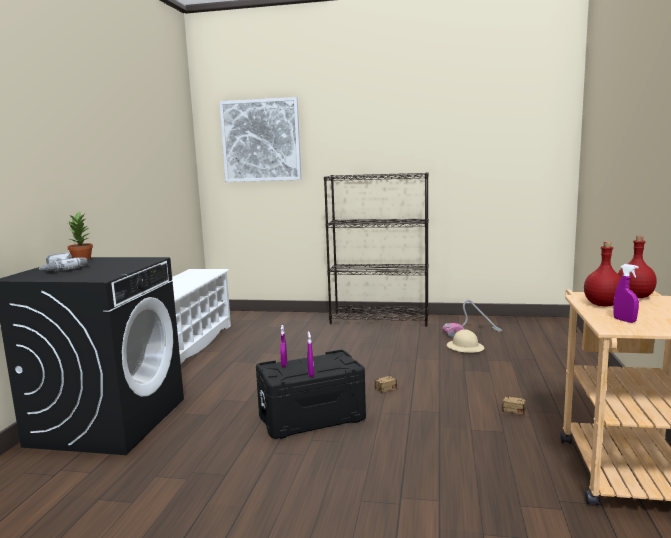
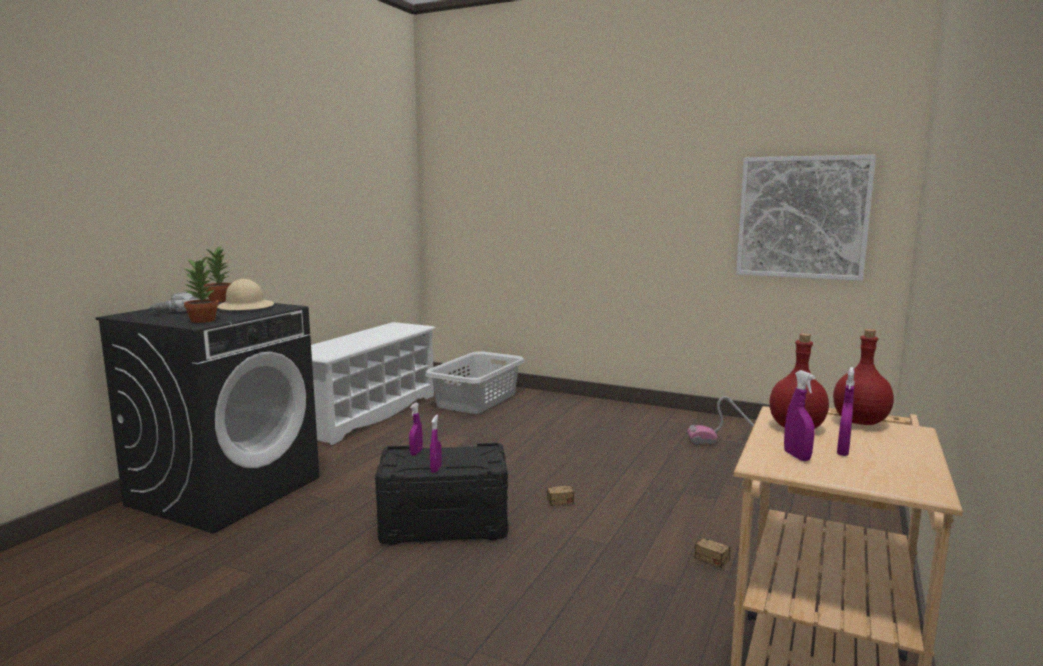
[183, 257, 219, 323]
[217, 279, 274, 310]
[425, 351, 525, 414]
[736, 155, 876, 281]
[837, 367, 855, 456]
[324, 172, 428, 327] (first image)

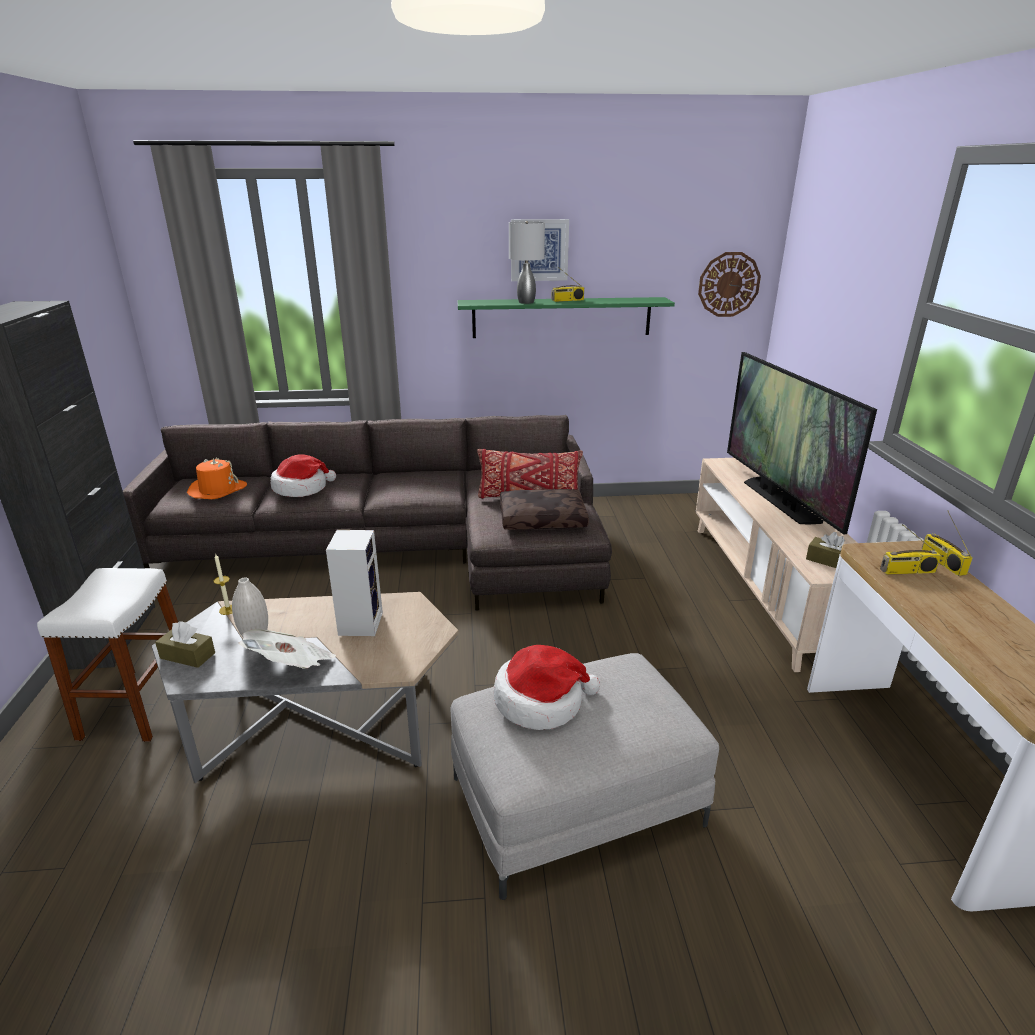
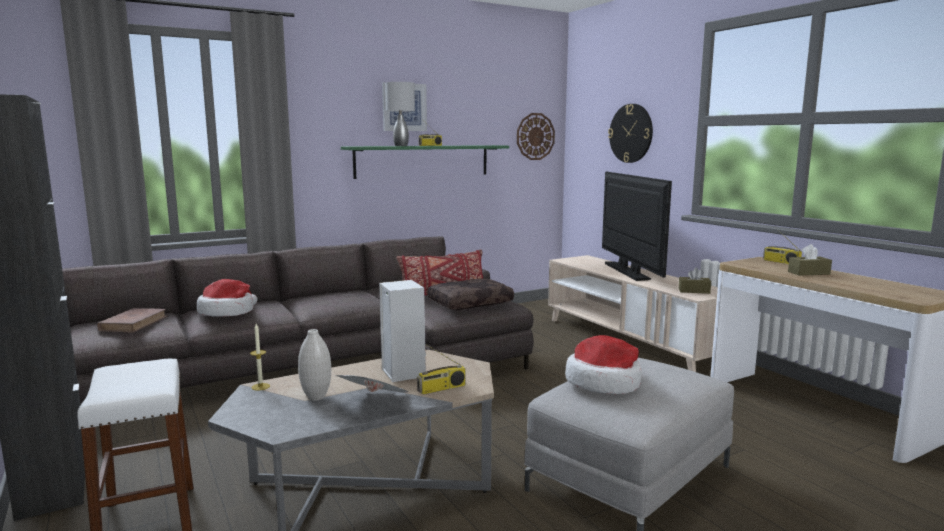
[97, 308, 168, 333]
[417, 344, 465, 395]
[602, 172, 672, 281]
[608, 104, 653, 163]
[788, 244, 832, 276]

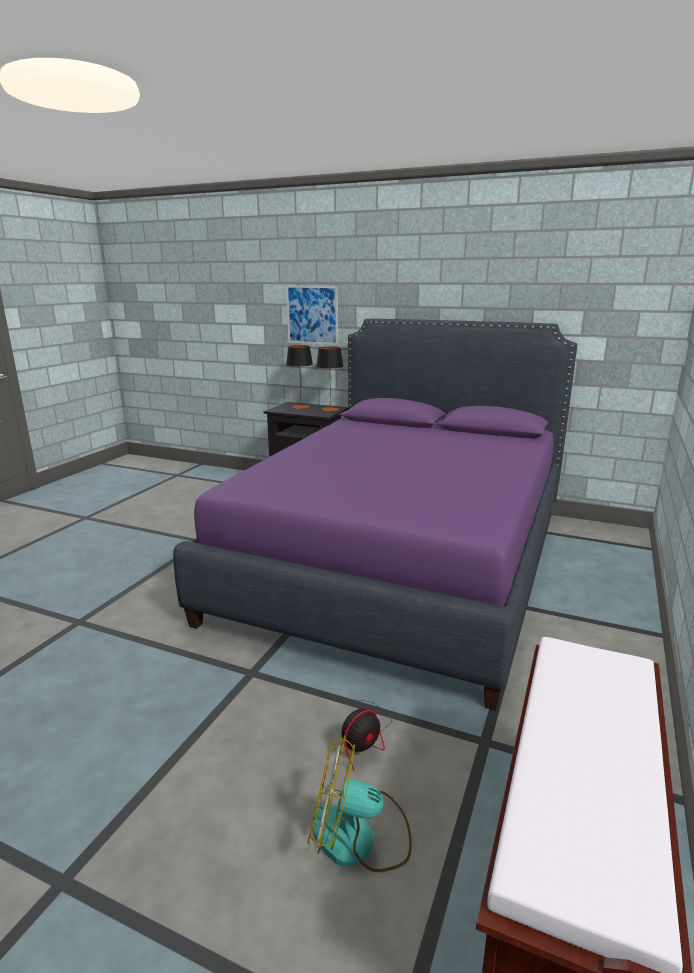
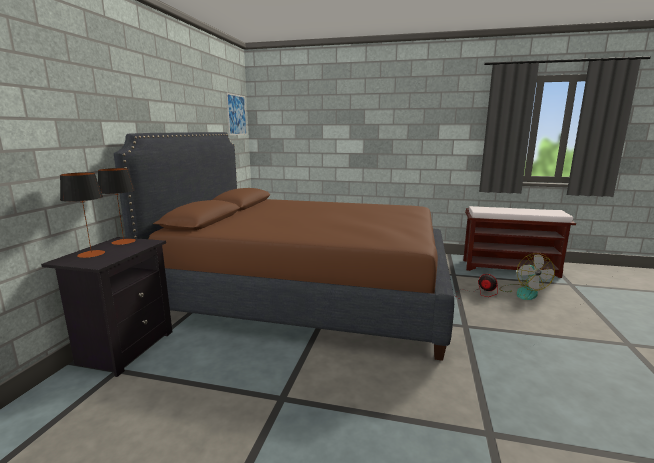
[114, 132, 454, 361]
[226, 93, 247, 135]

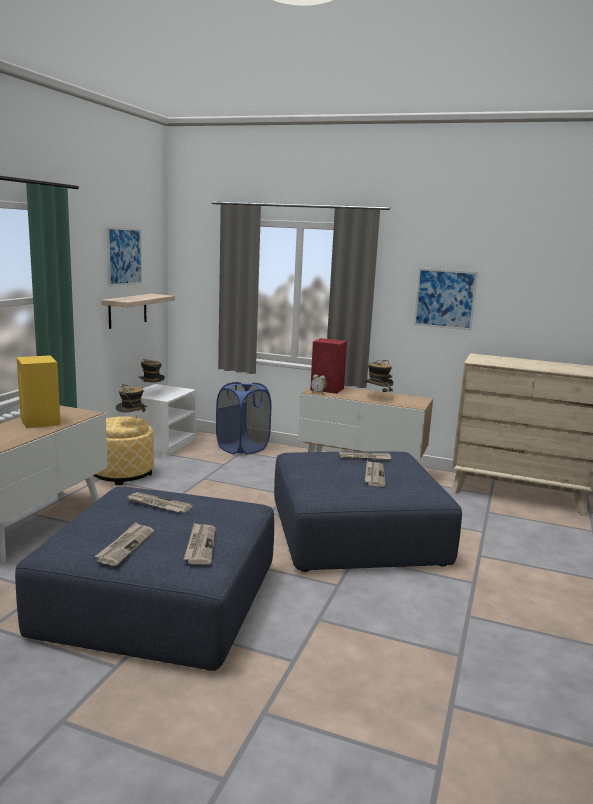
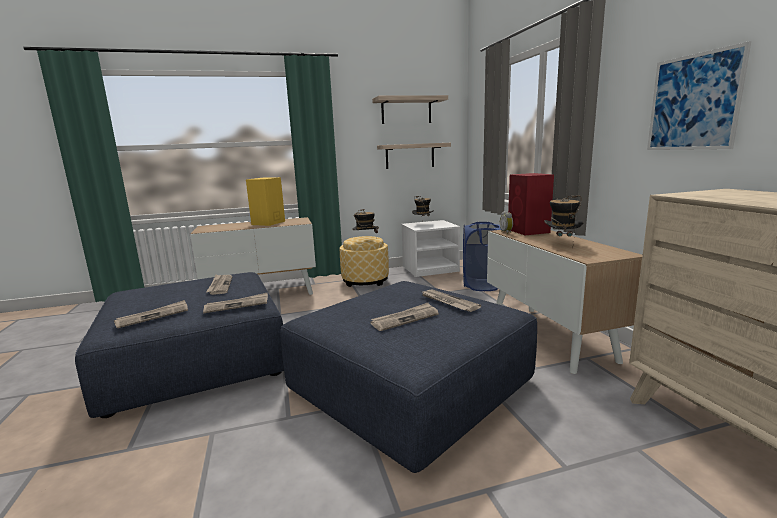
[203, 293, 268, 313]
[372, 95, 448, 124]

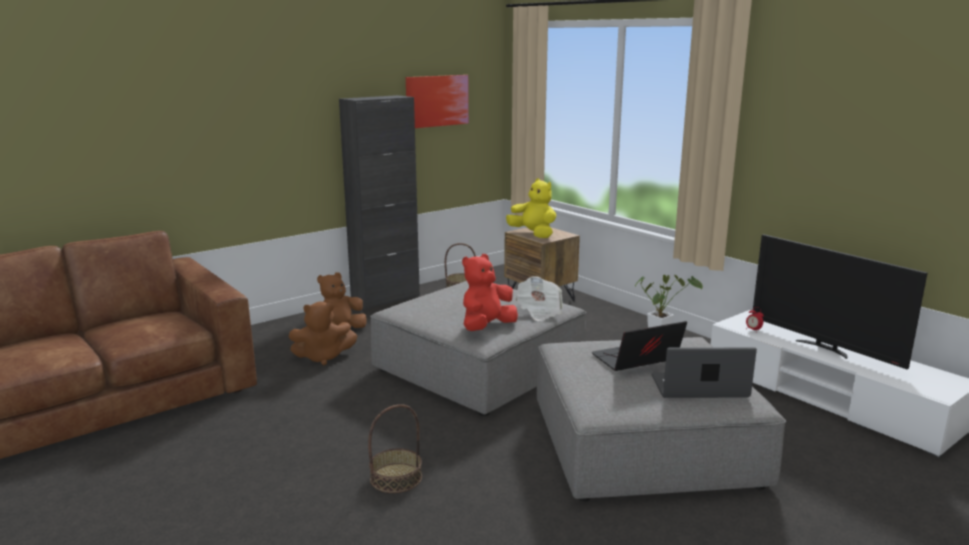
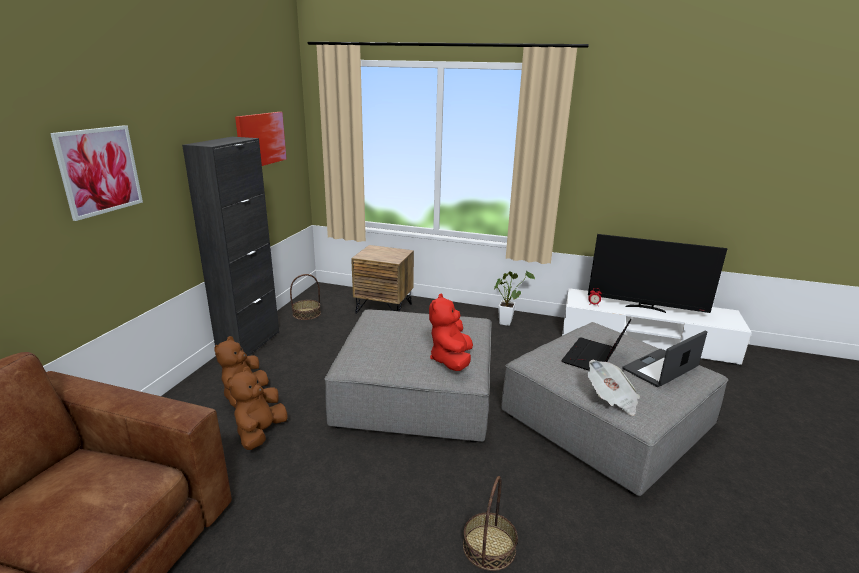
[50, 125, 143, 221]
[227, 367, 288, 450]
[587, 360, 640, 416]
[506, 178, 556, 238] (first image)

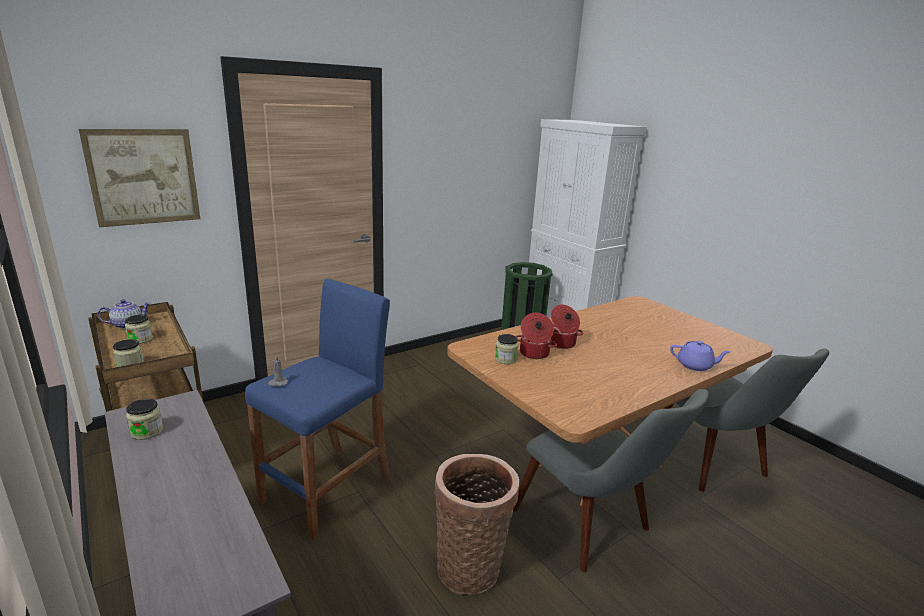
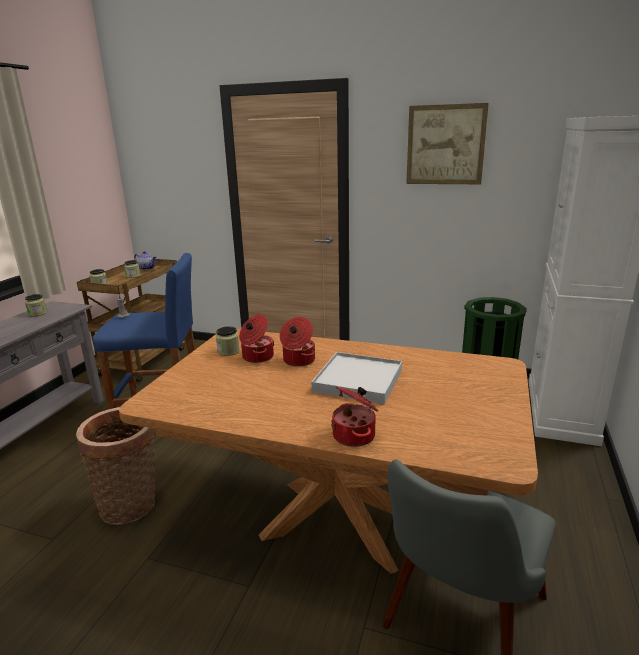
[311, 352, 402, 404]
[331, 387, 378, 447]
[406, 103, 489, 184]
[513, 389, 709, 572] (first image)

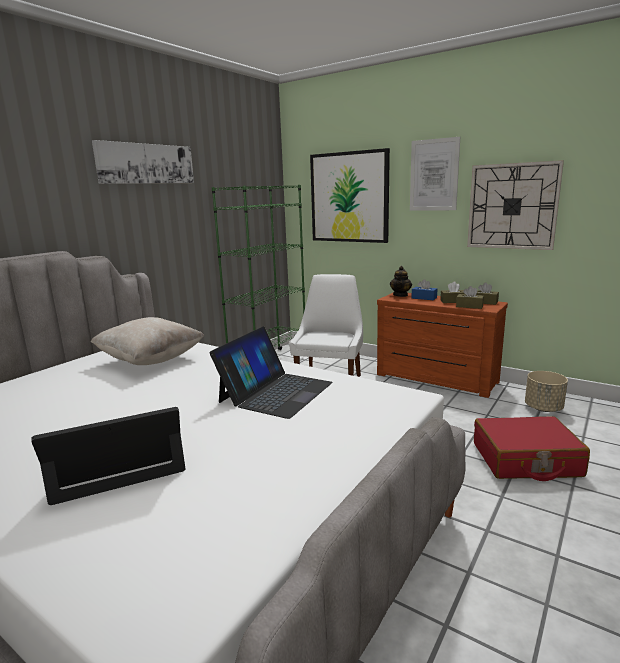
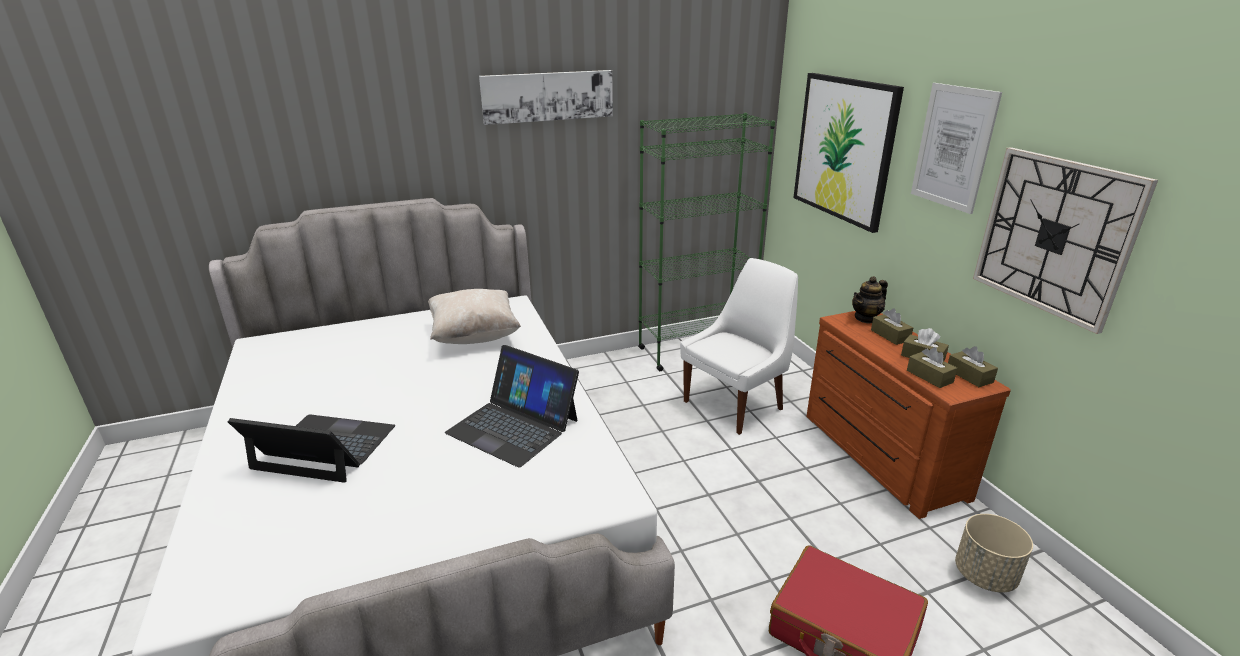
[445, 345, 579, 468]
[871, 309, 913, 345]

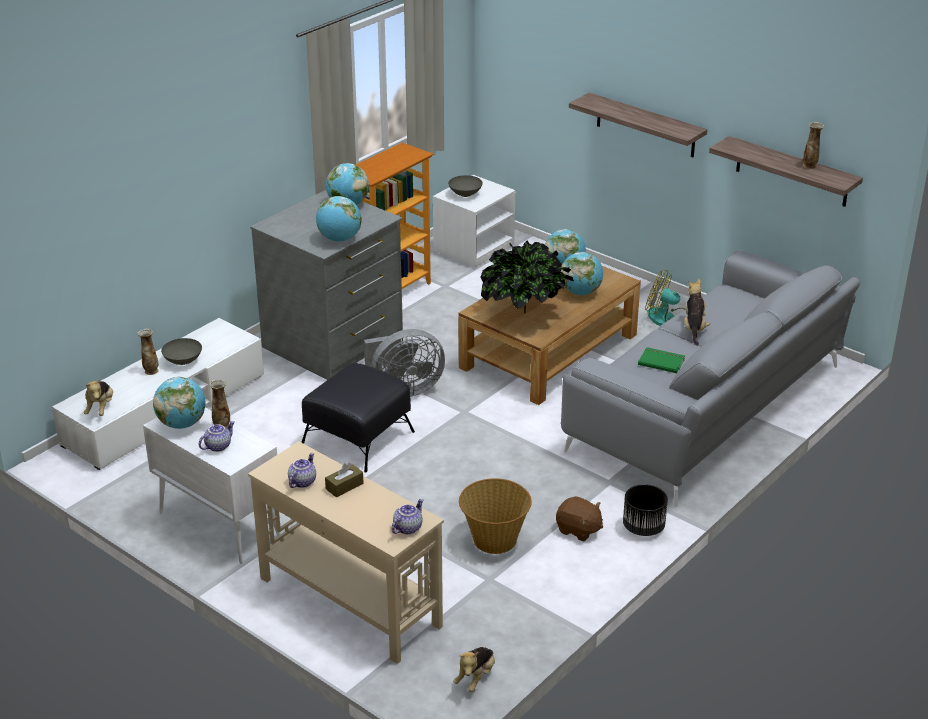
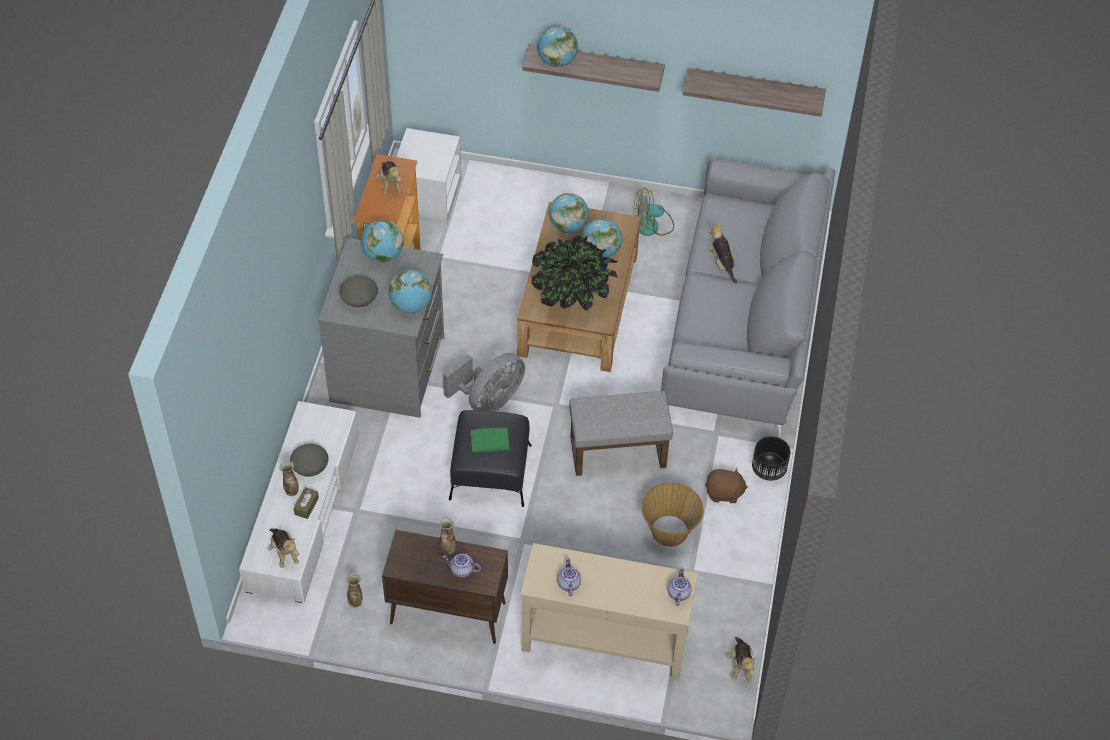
[294, 487, 319, 519]
[339, 276, 378, 307]
[346, 573, 363, 608]
[376, 161, 402, 194]
[382, 530, 508, 644]
[443, 553, 481, 578]
[470, 427, 509, 453]
[537, 26, 578, 67]
[569, 391, 673, 476]

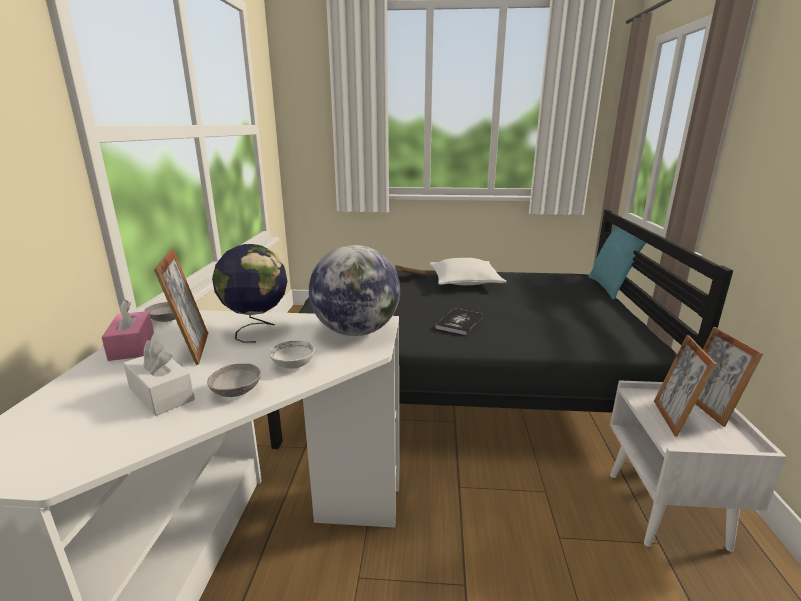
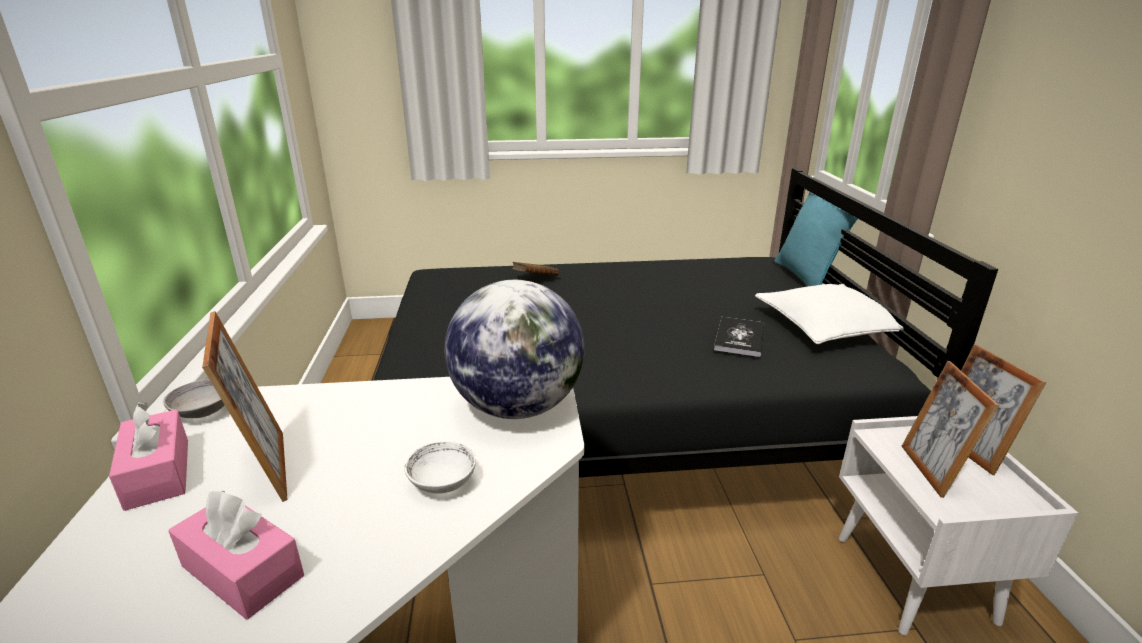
[168, 491, 304, 620]
[714, 317, 764, 357]
[755, 284, 904, 344]
[207, 363, 261, 397] (first image)
[212, 244, 287, 343] (first image)

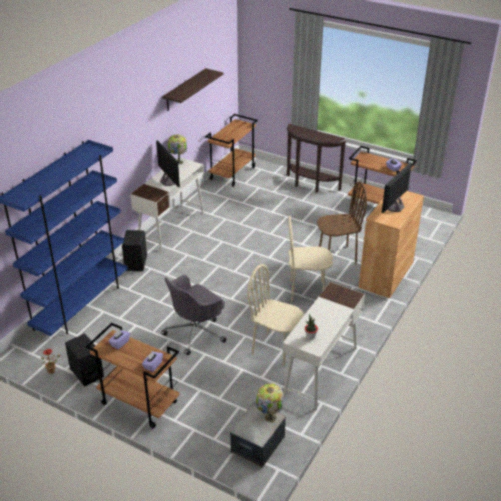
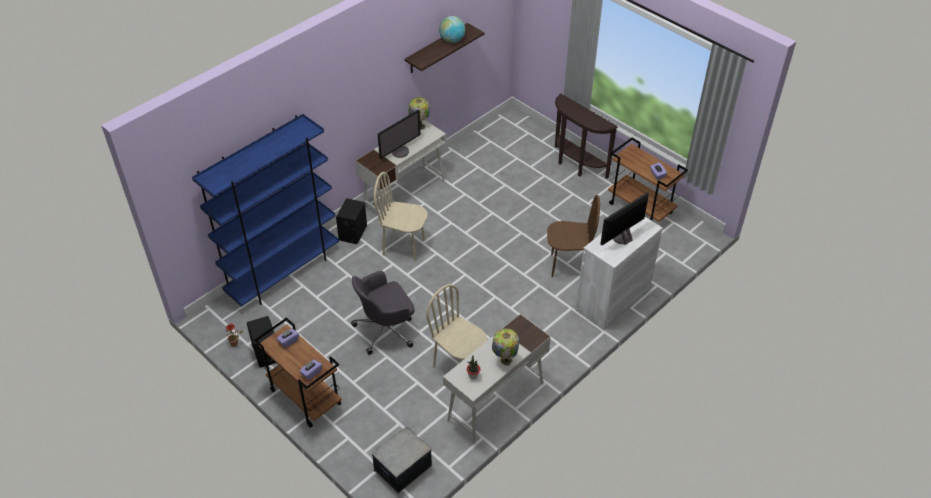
[374, 172, 428, 261]
[378, 110, 421, 159]
[439, 16, 465, 43]
[492, 328, 519, 366]
[576, 217, 663, 330]
[205, 114, 258, 187] (first image)

